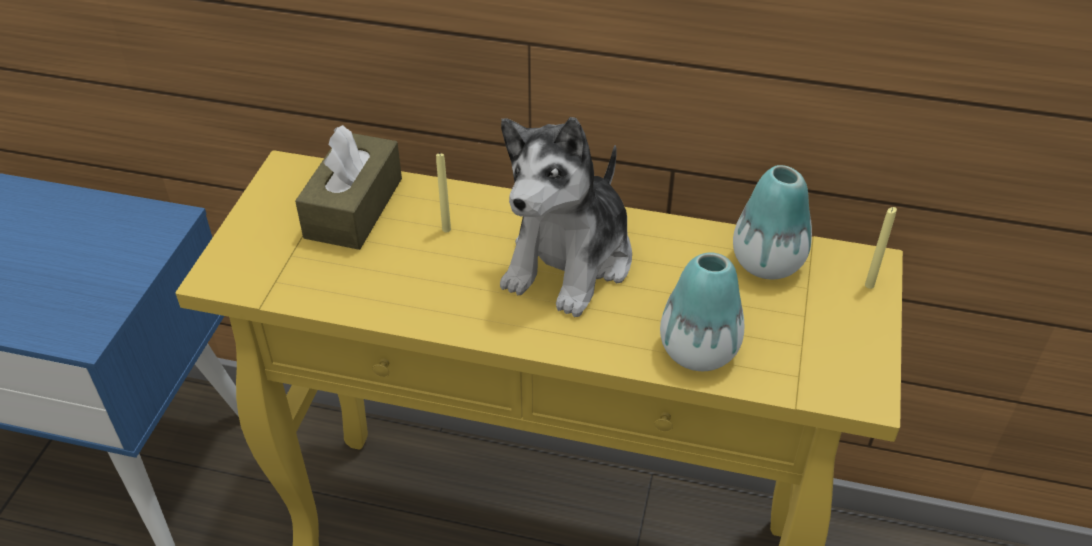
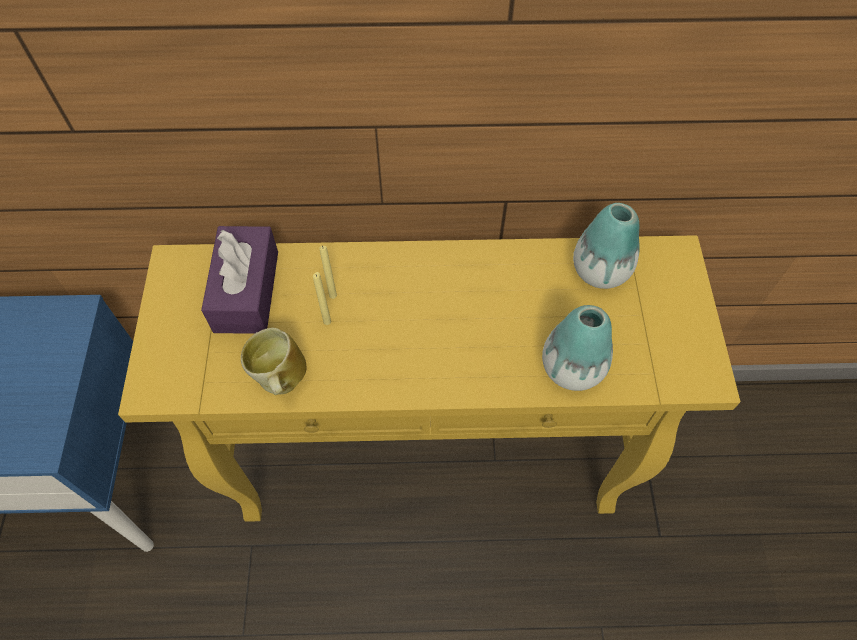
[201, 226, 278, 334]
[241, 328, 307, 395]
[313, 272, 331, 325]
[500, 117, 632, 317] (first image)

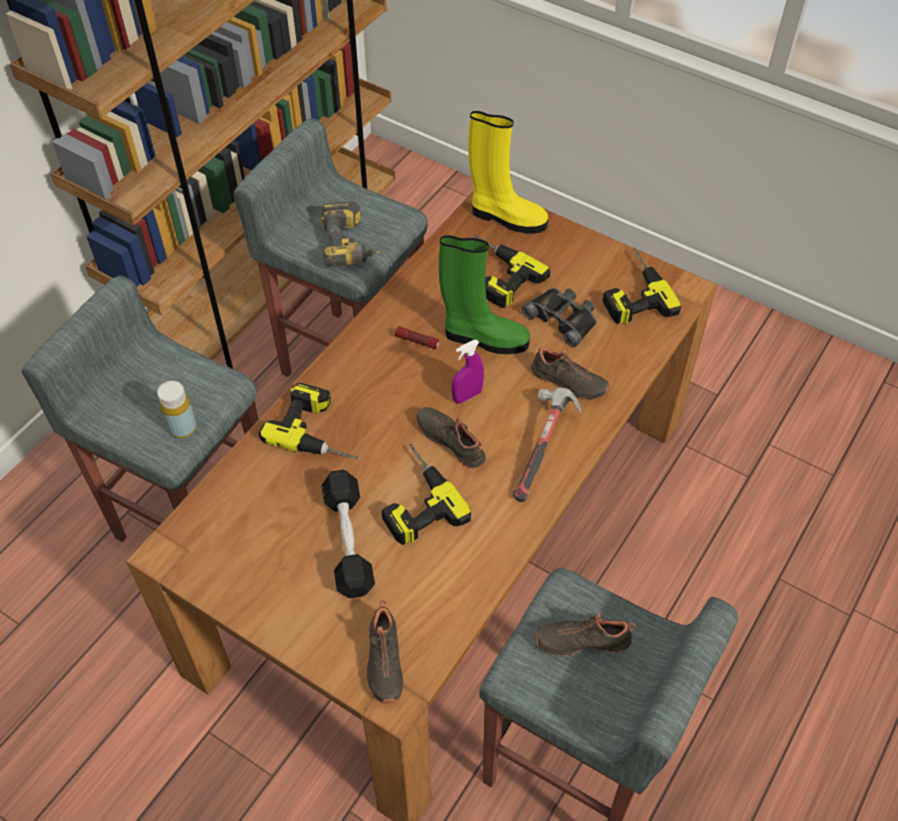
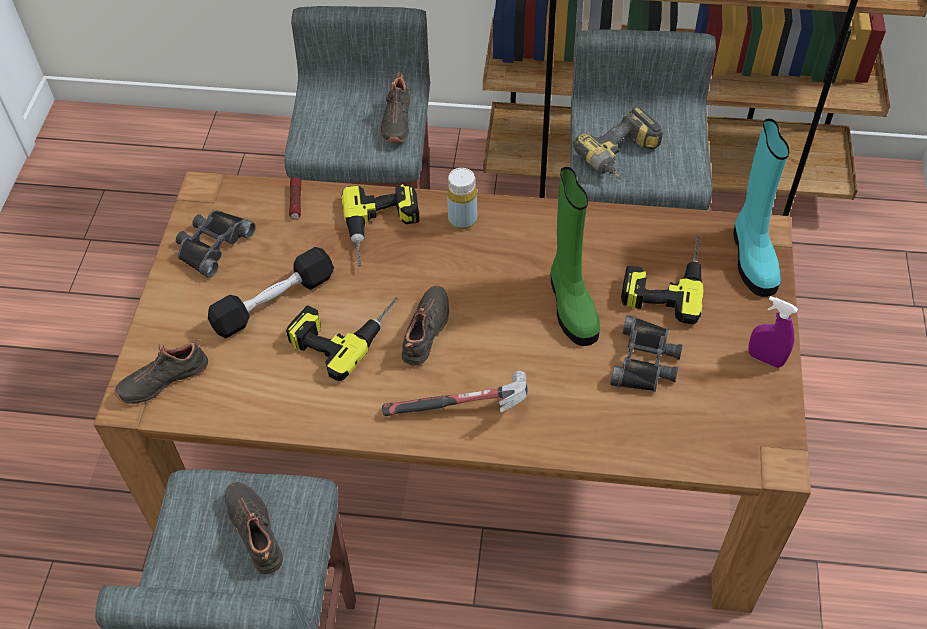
[176, 210, 256, 278]
[289, 177, 301, 219]
[381, 72, 411, 143]
[447, 168, 477, 230]
[733, 118, 790, 297]
[748, 296, 798, 368]
[603, 248, 681, 324] (first image)

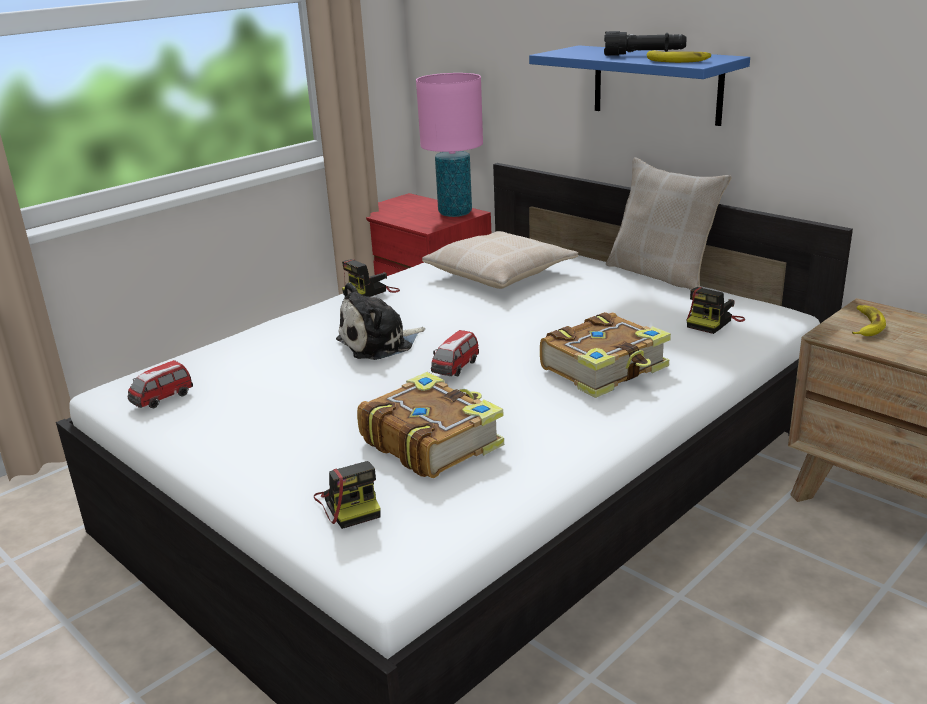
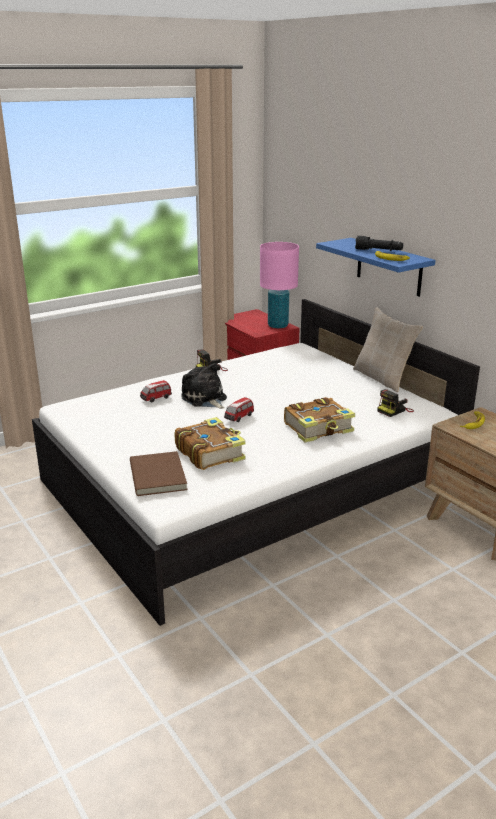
[130, 451, 187, 496]
[140, 380, 172, 402]
[181, 363, 227, 409]
[422, 231, 578, 289] (first image)

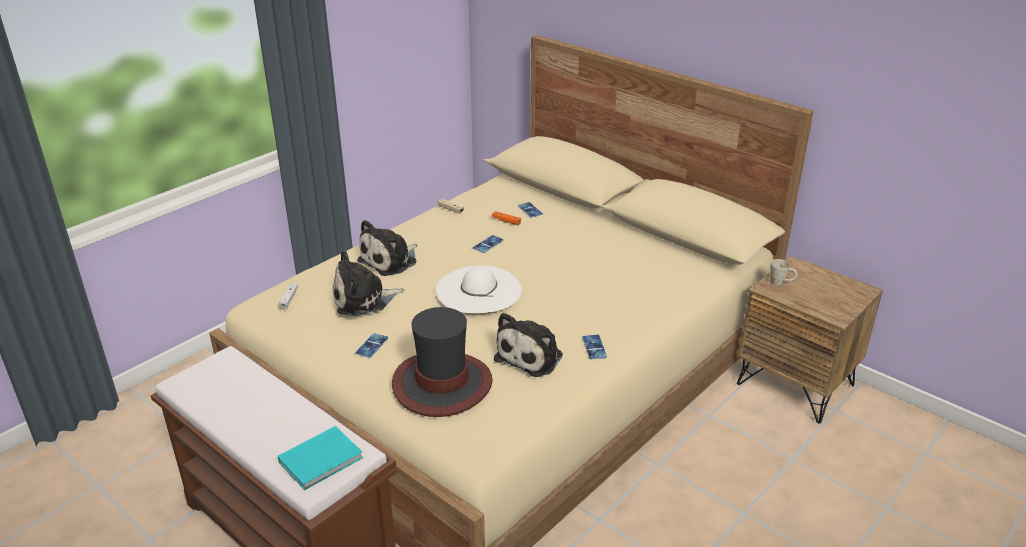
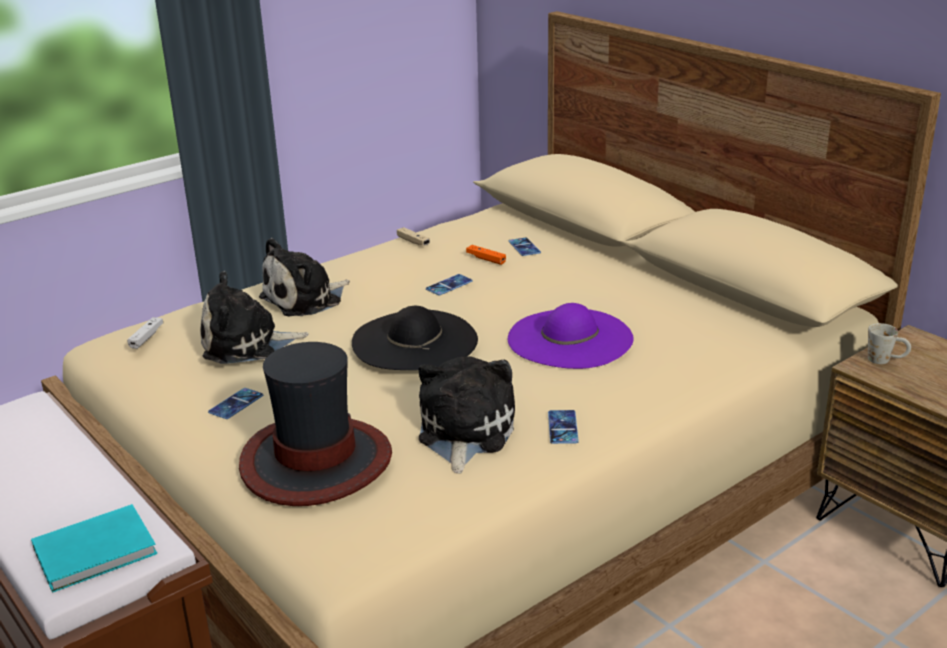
[352, 306, 478, 370]
[418, 356, 515, 474]
[508, 303, 634, 369]

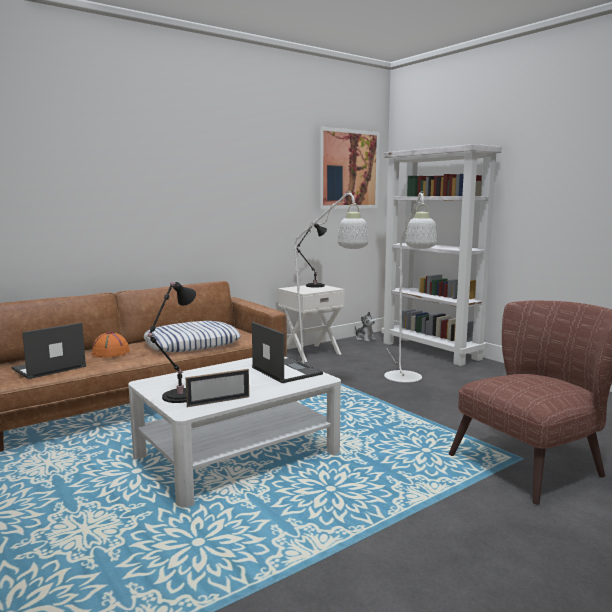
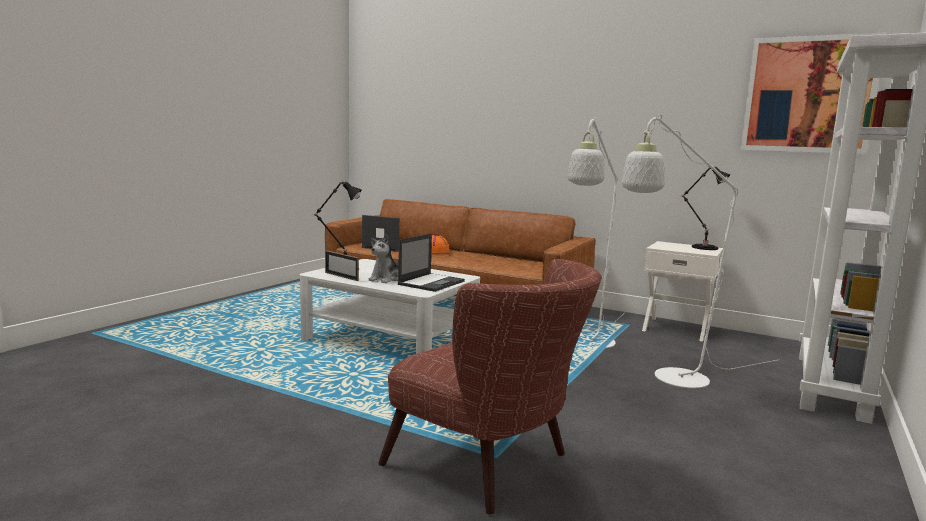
[368, 234, 399, 283]
[143, 321, 241, 352] (first image)

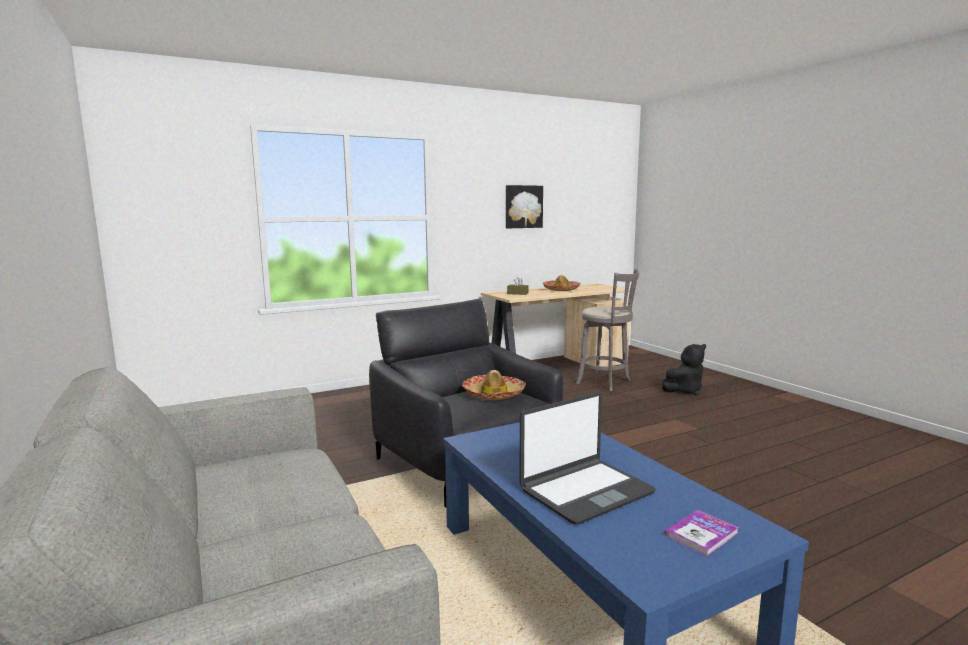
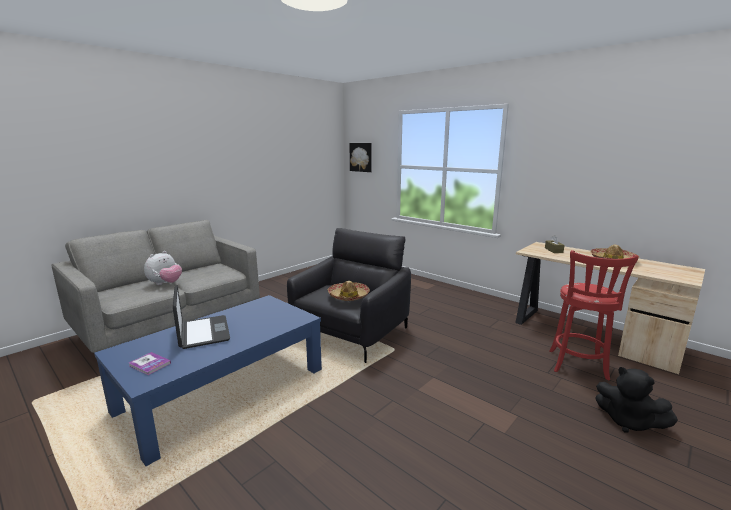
[144, 251, 182, 285]
[173, 285, 230, 349]
[350, 143, 372, 172]
[549, 250, 638, 381]

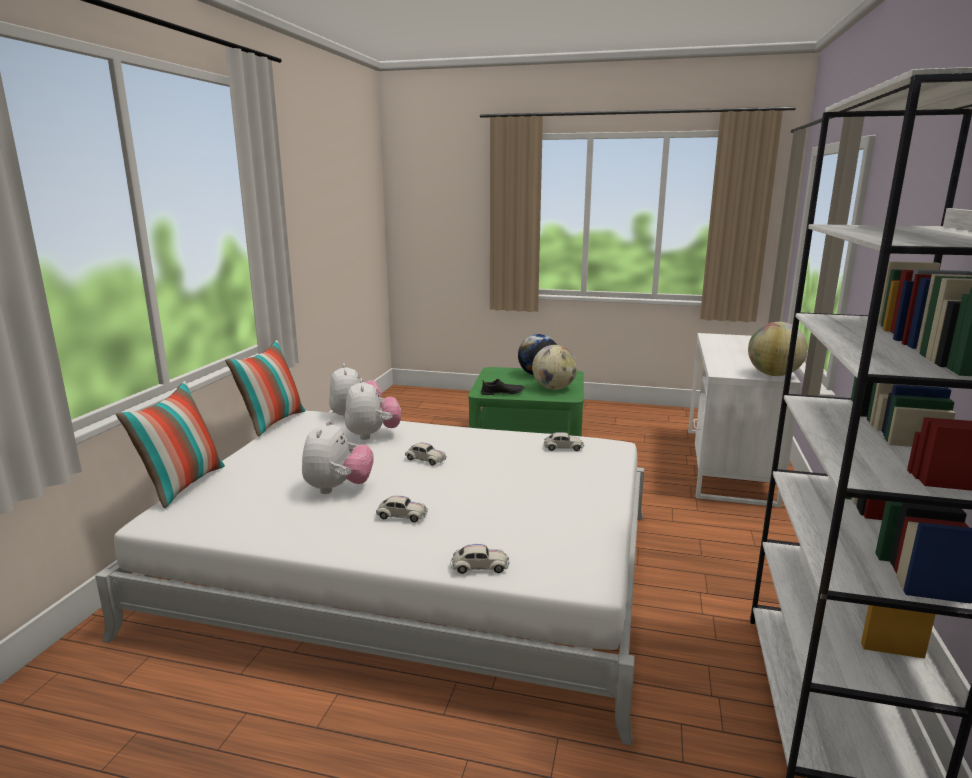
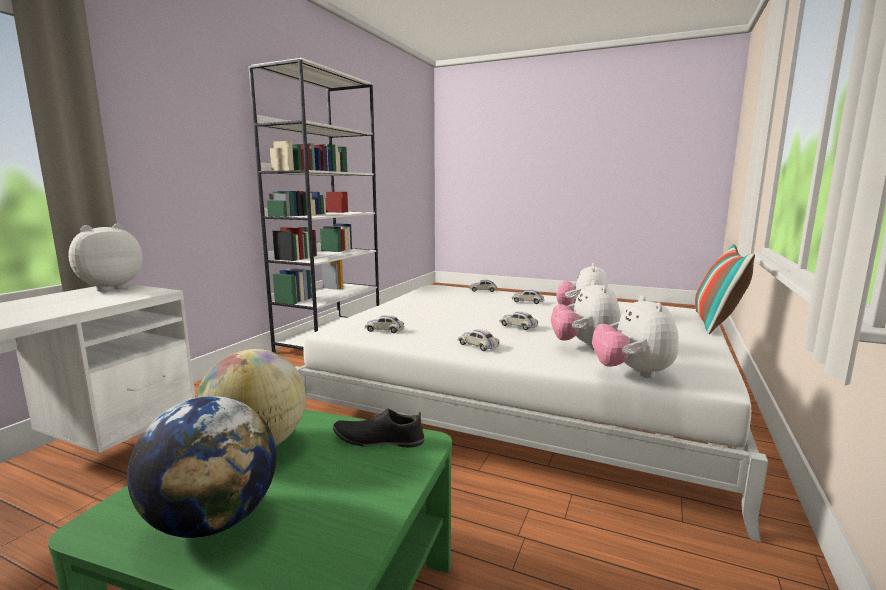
[68, 224, 143, 292]
[458, 329, 500, 351]
[225, 340, 306, 437] (first image)

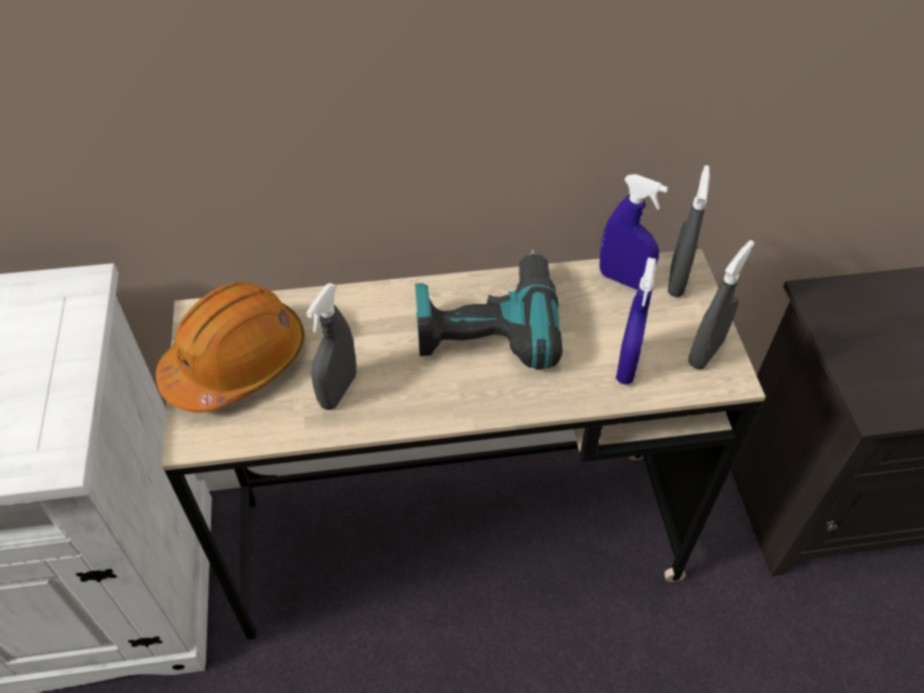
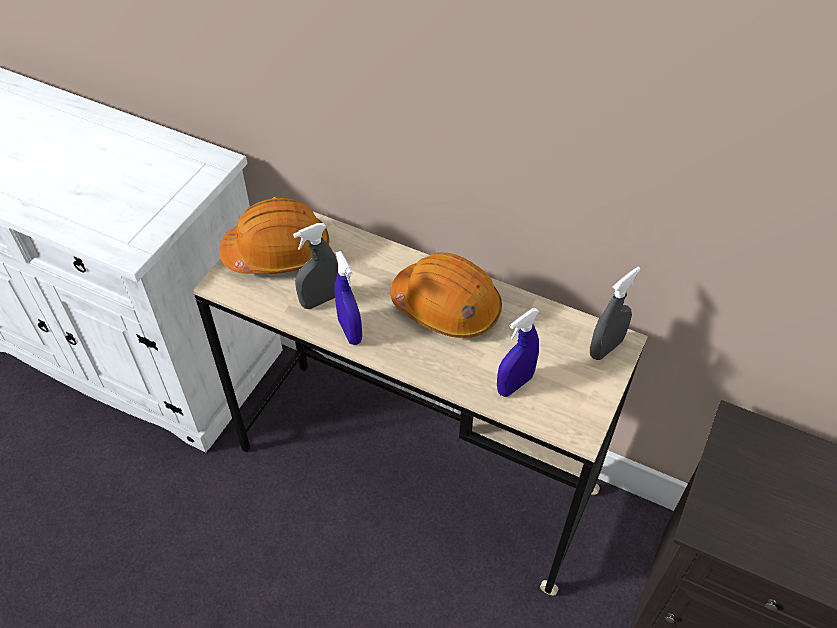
[335, 251, 362, 345]
[390, 252, 502, 338]
[688, 240, 754, 369] (first image)

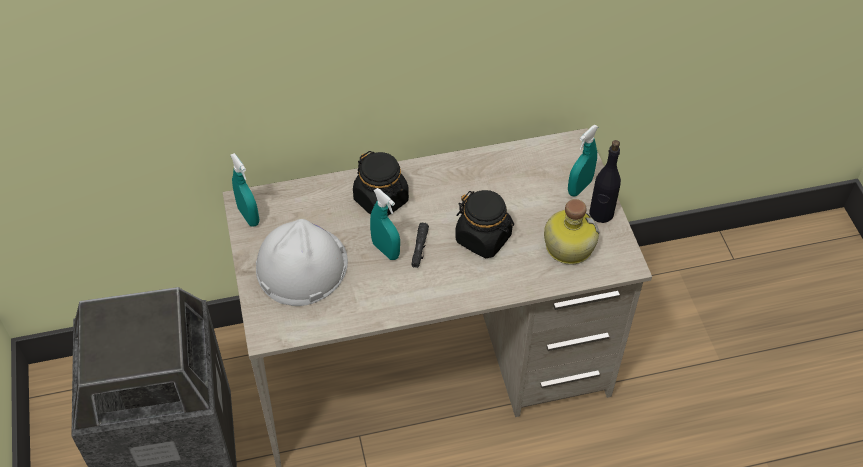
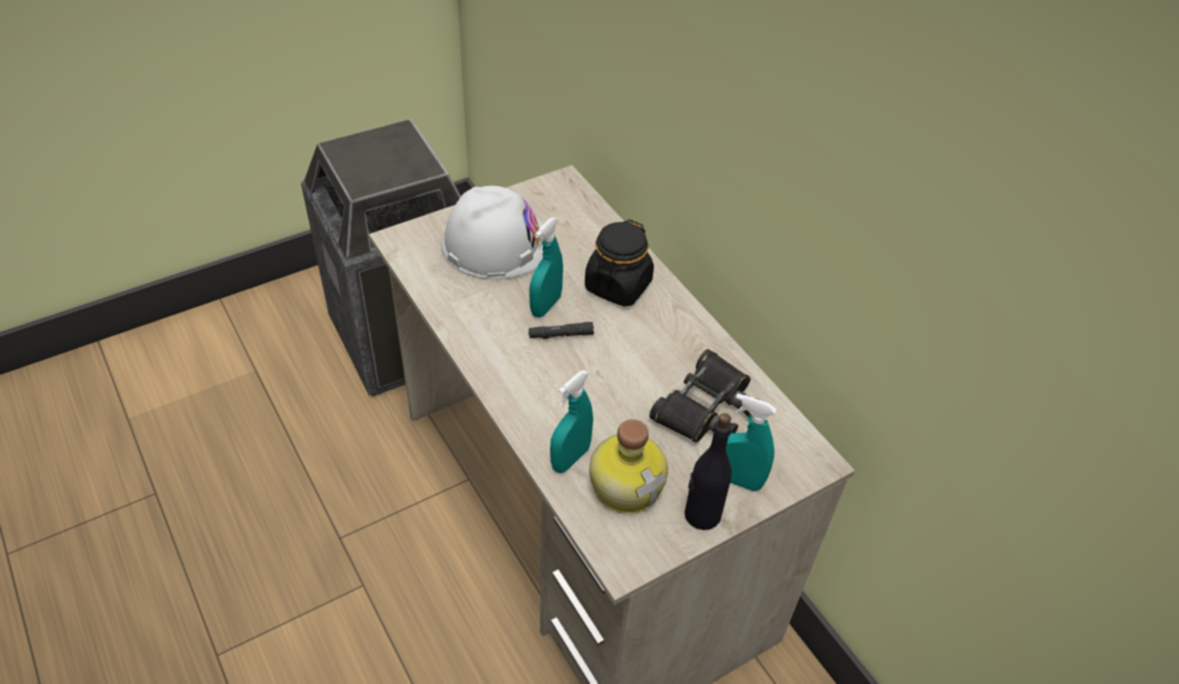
[550, 370, 593, 473]
[649, 349, 760, 443]
[455, 190, 514, 258] (first image)

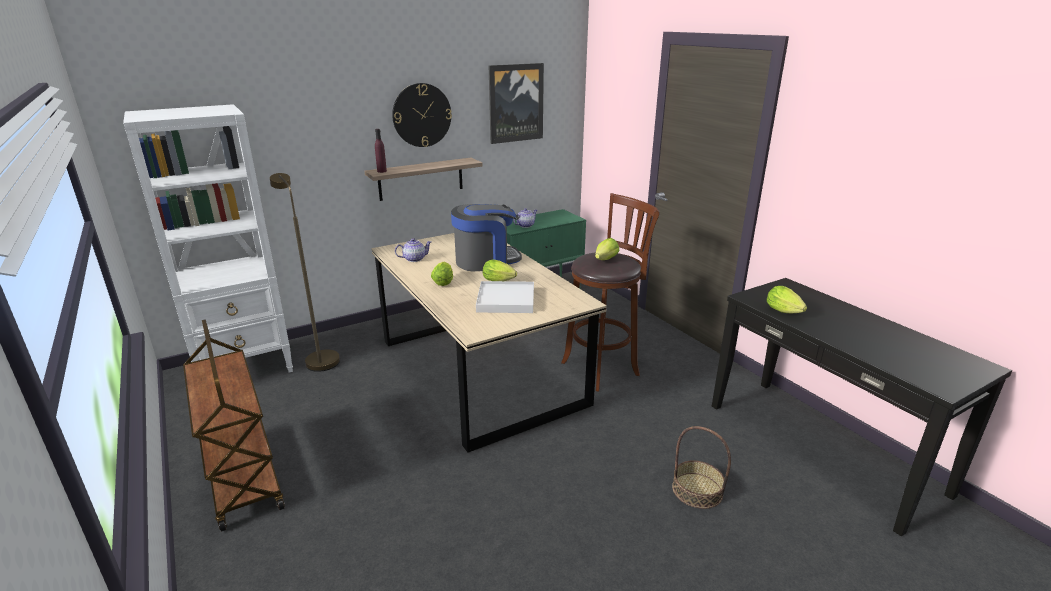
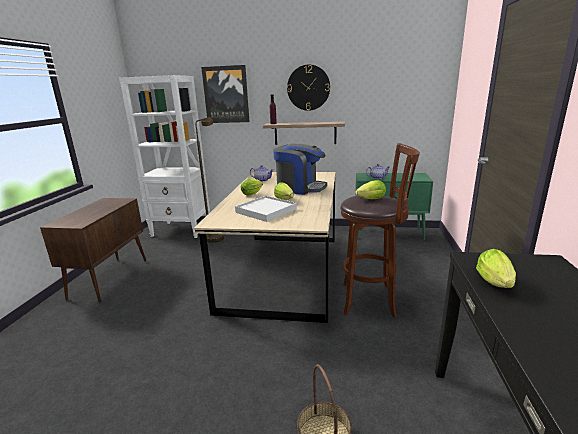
[40, 198, 146, 302]
[201, 65, 249, 123]

